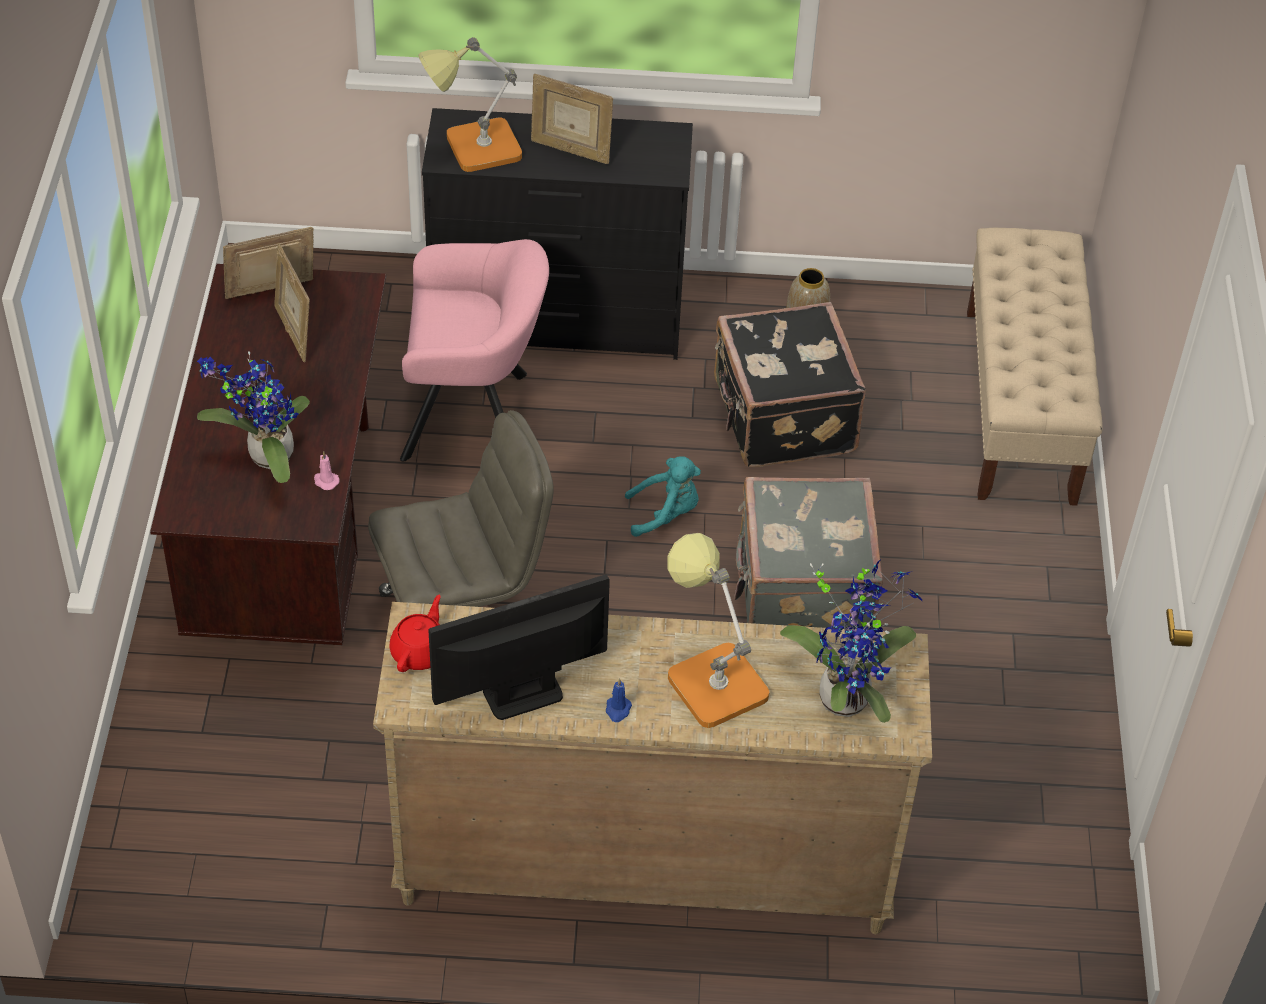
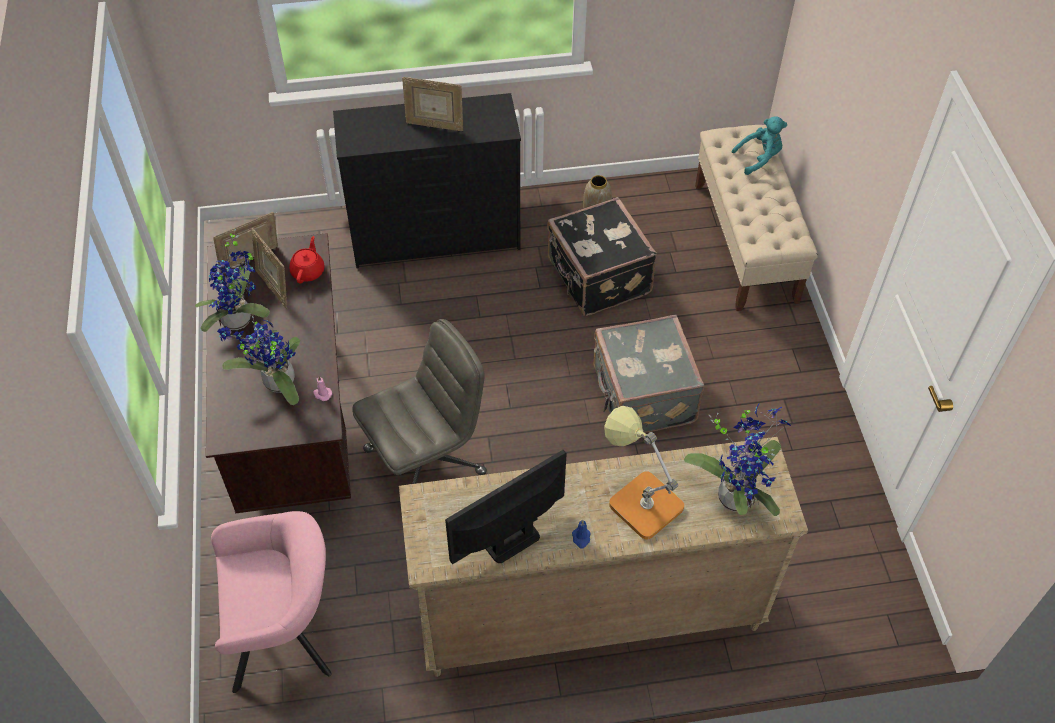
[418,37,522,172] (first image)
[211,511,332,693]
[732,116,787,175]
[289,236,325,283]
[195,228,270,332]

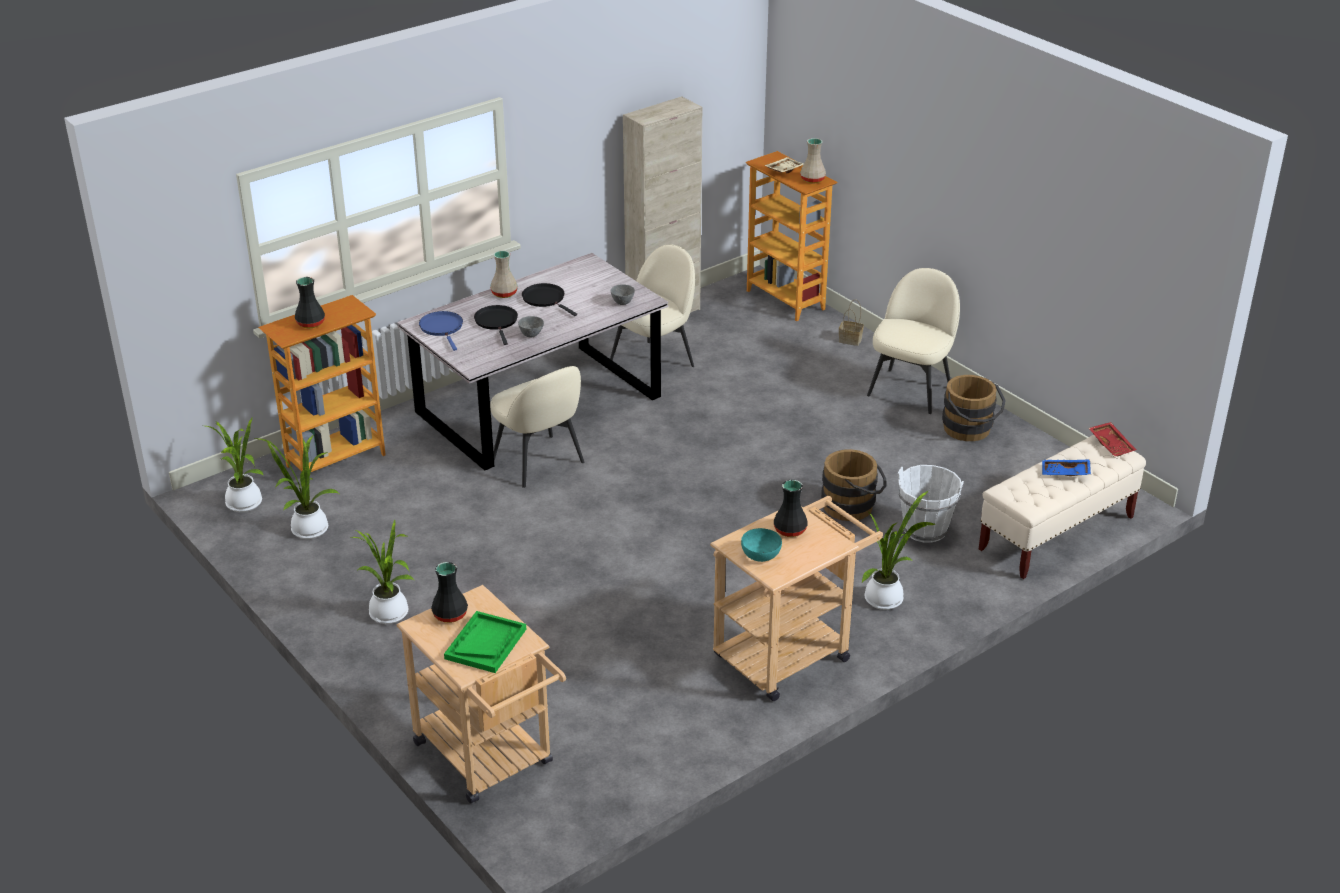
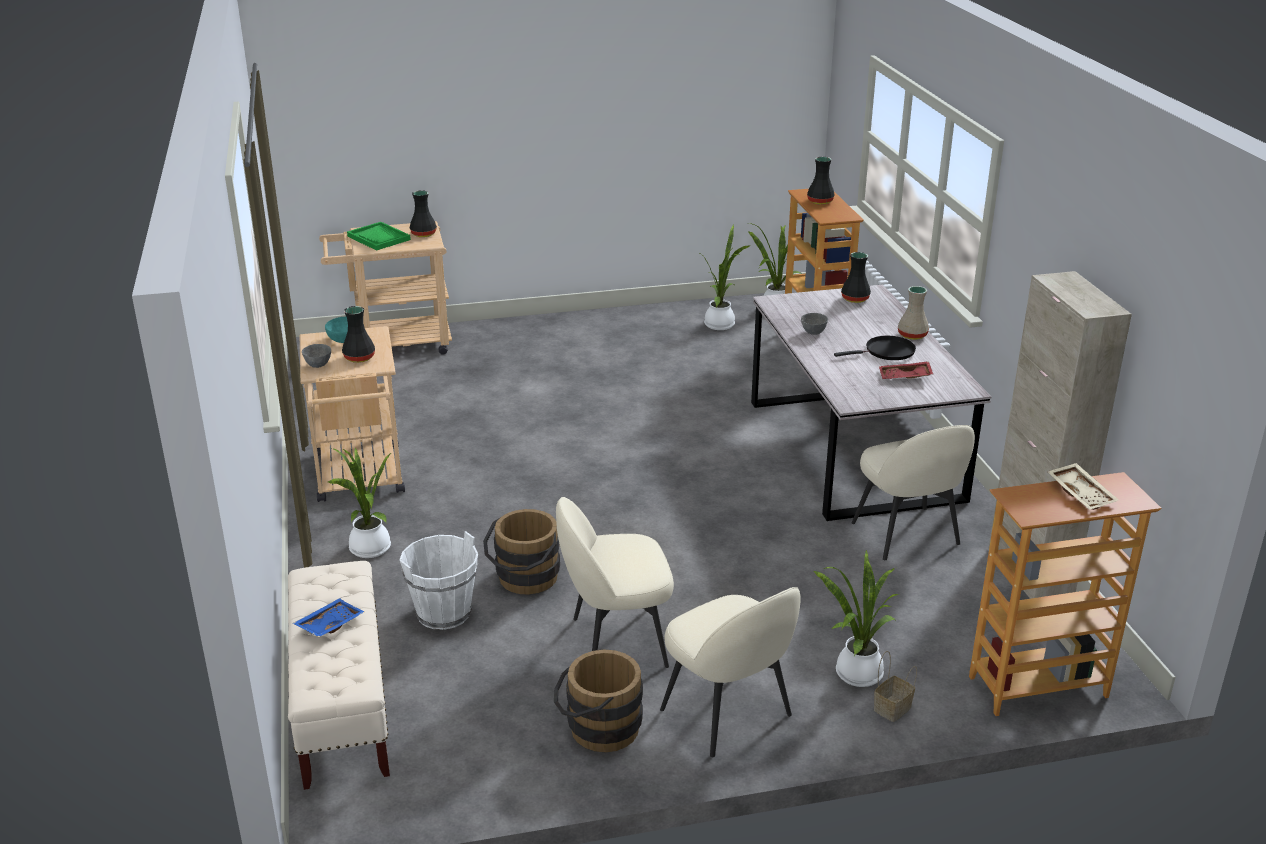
[800,138,826,183] (first image)
[302,344,331,368]
[474,305,518,345] (first image)
[841,252,871,303]
[556,497,674,668]
[879,361,933,379]
[814,549,899,687]

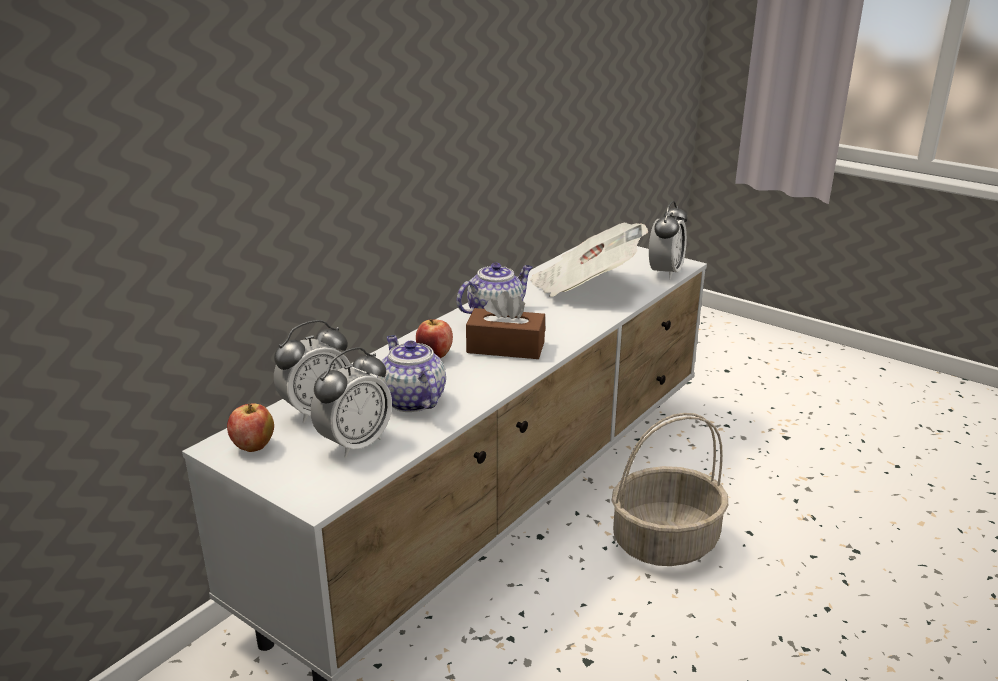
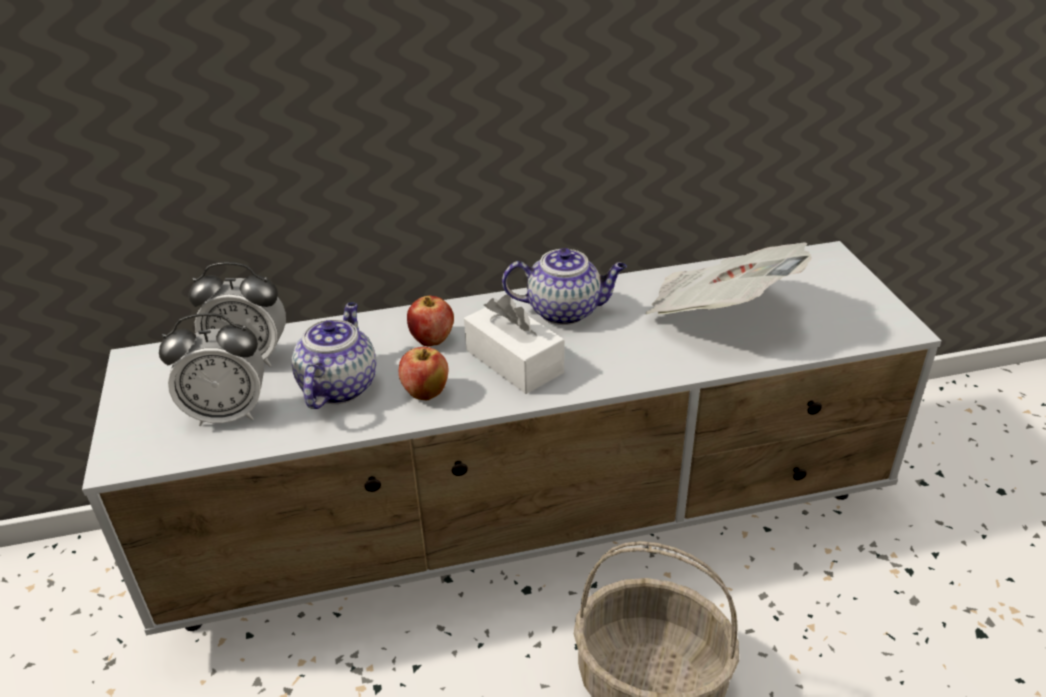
[649,201,687,280] (first image)
[464,295,564,394]
[399,347,449,400]

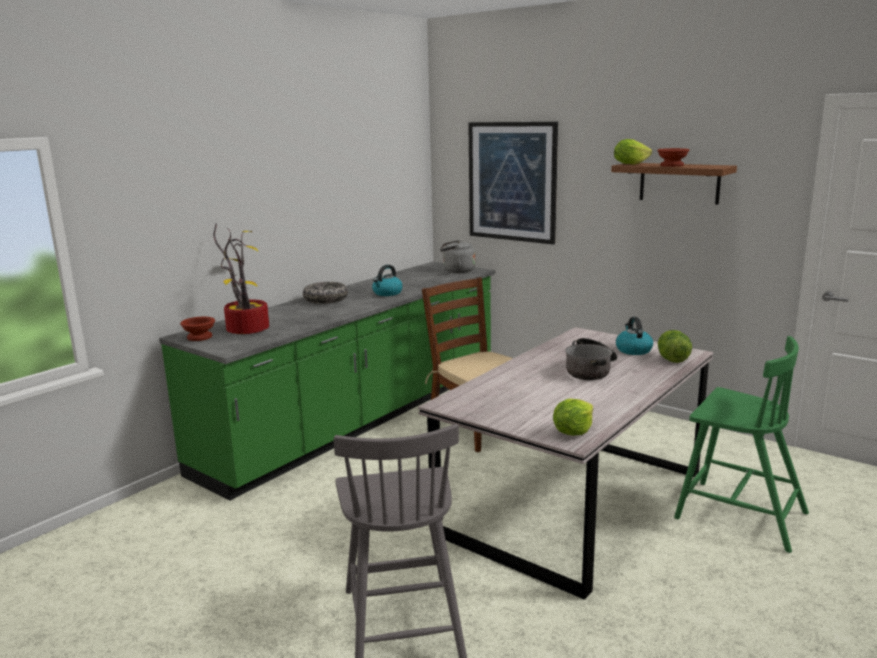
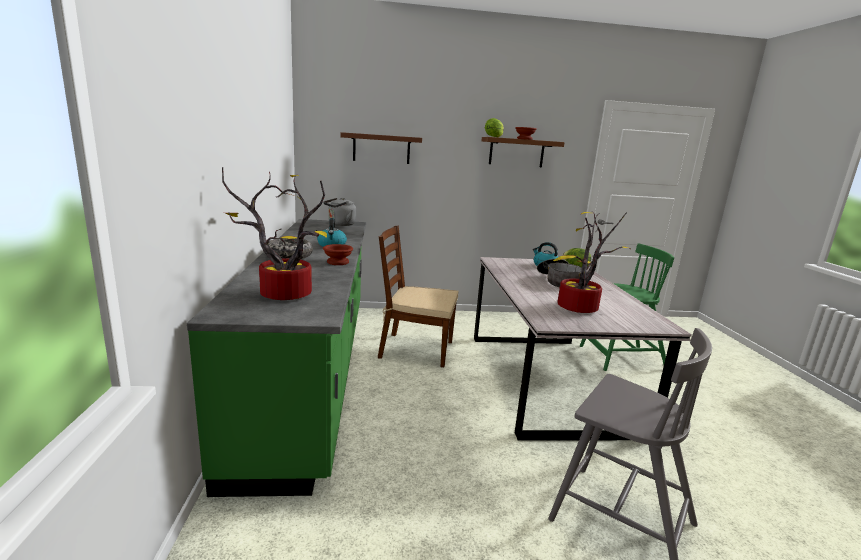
[340,132,422,164]
[323,244,353,265]
[553,399,593,436] (first image)
[553,212,631,313]

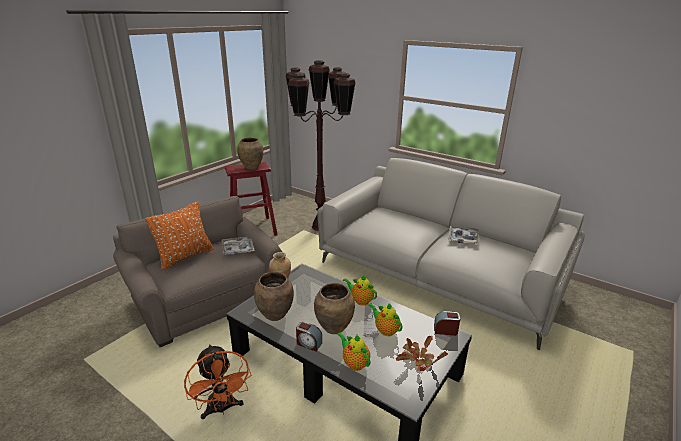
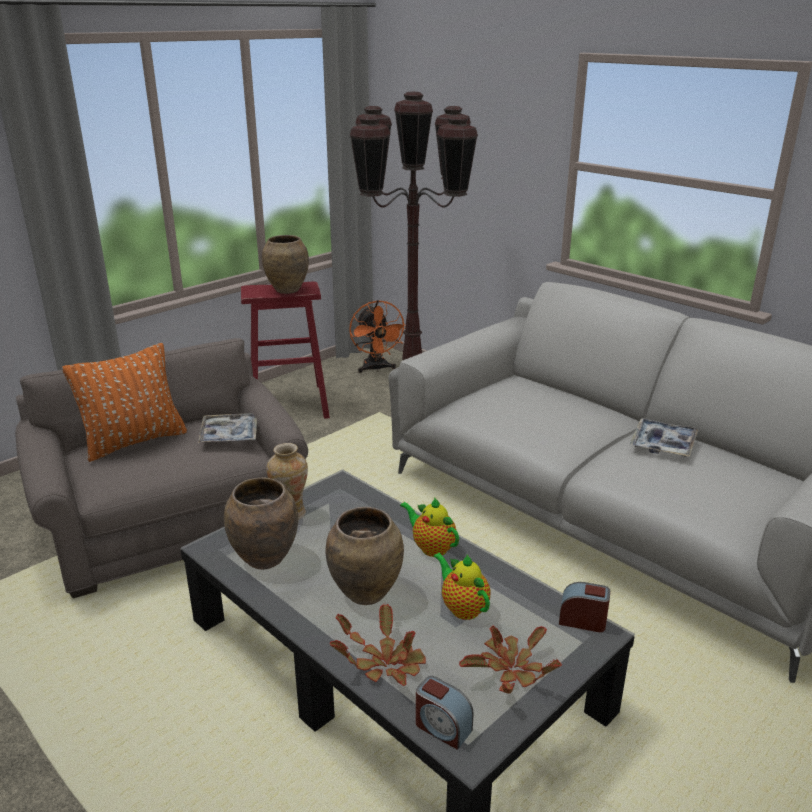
[416,676,474,750]
[330,603,426,686]
[349,300,406,373]

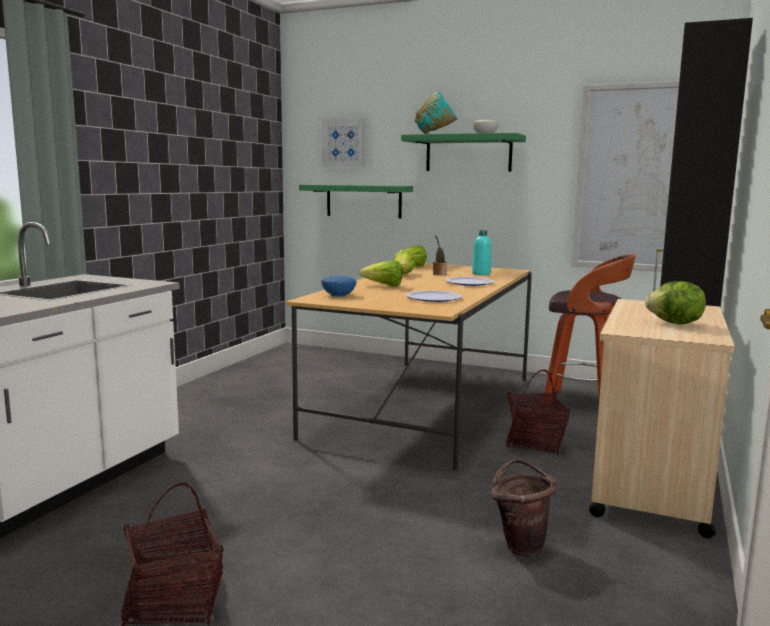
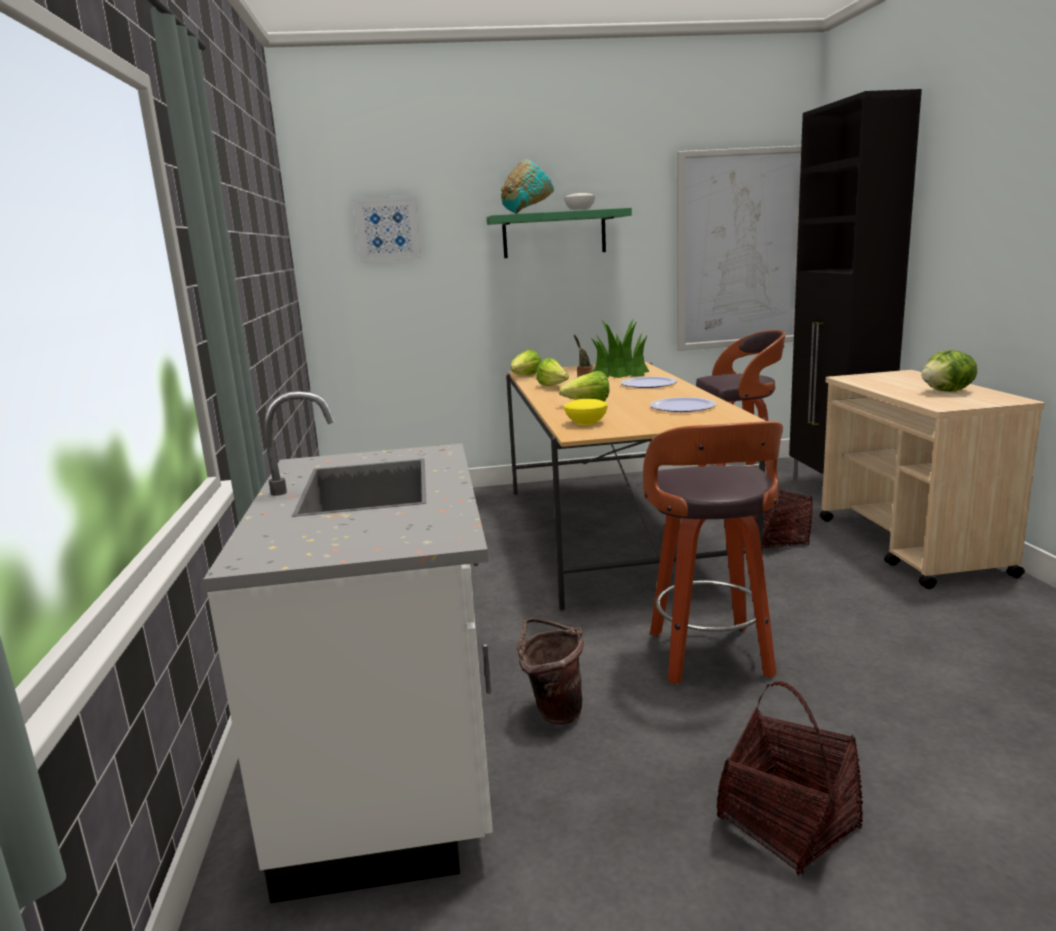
[299,185,413,218] (first image)
[591,319,650,378]
[564,399,608,426]
[517,618,584,725]
[643,421,783,685]

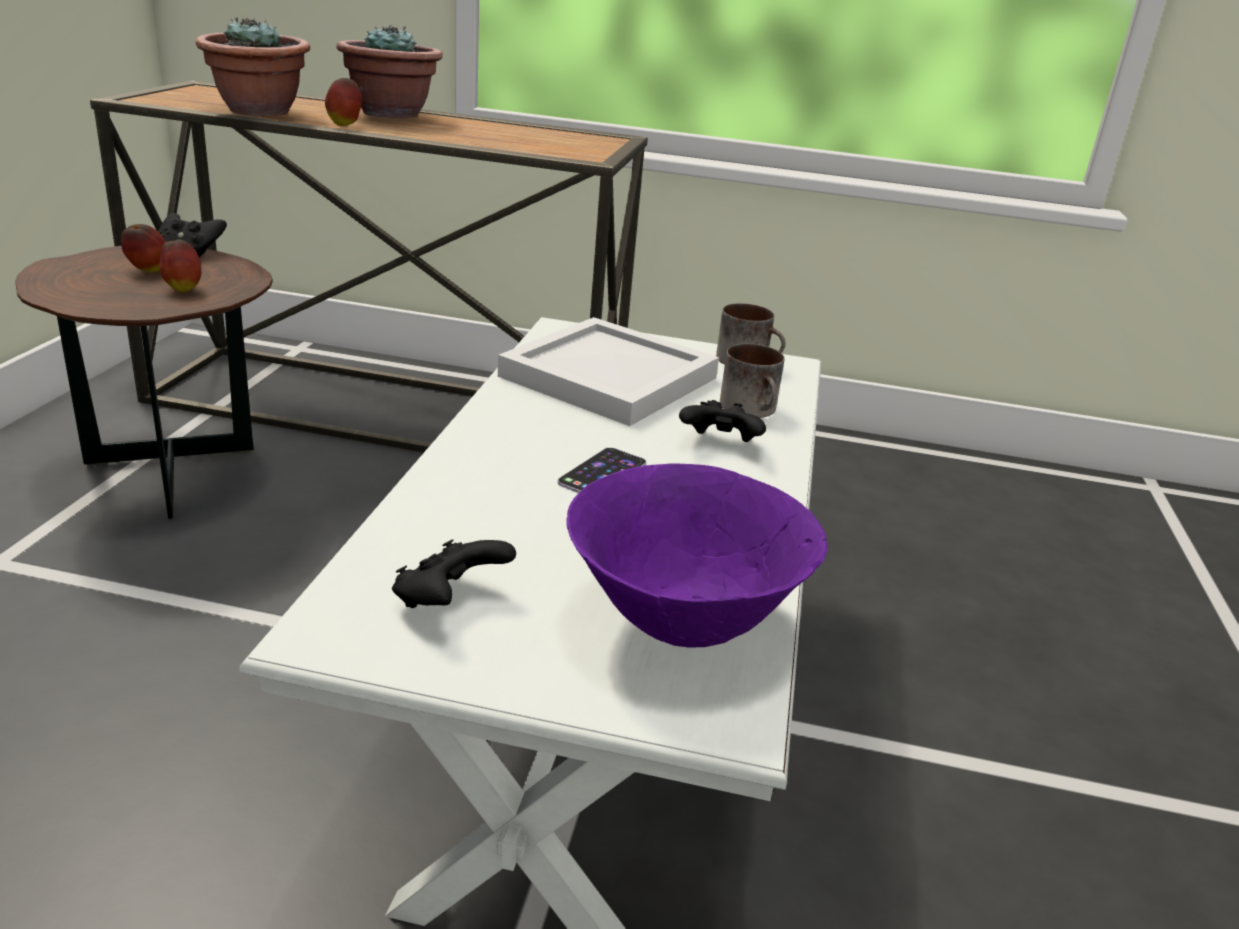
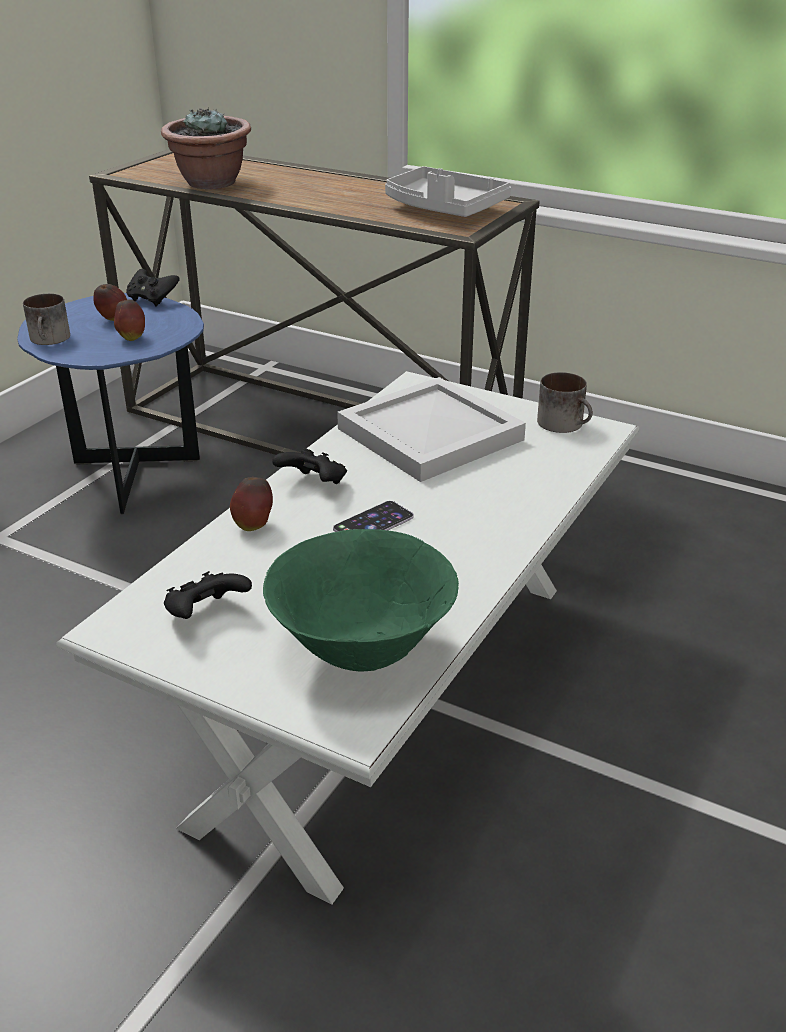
[337,24,443,119] (first image)
[230,477,273,531]
[17,293,204,515]
[23,294,70,345]
[272,449,347,484]
[263,529,459,672]
[385,166,511,217]

